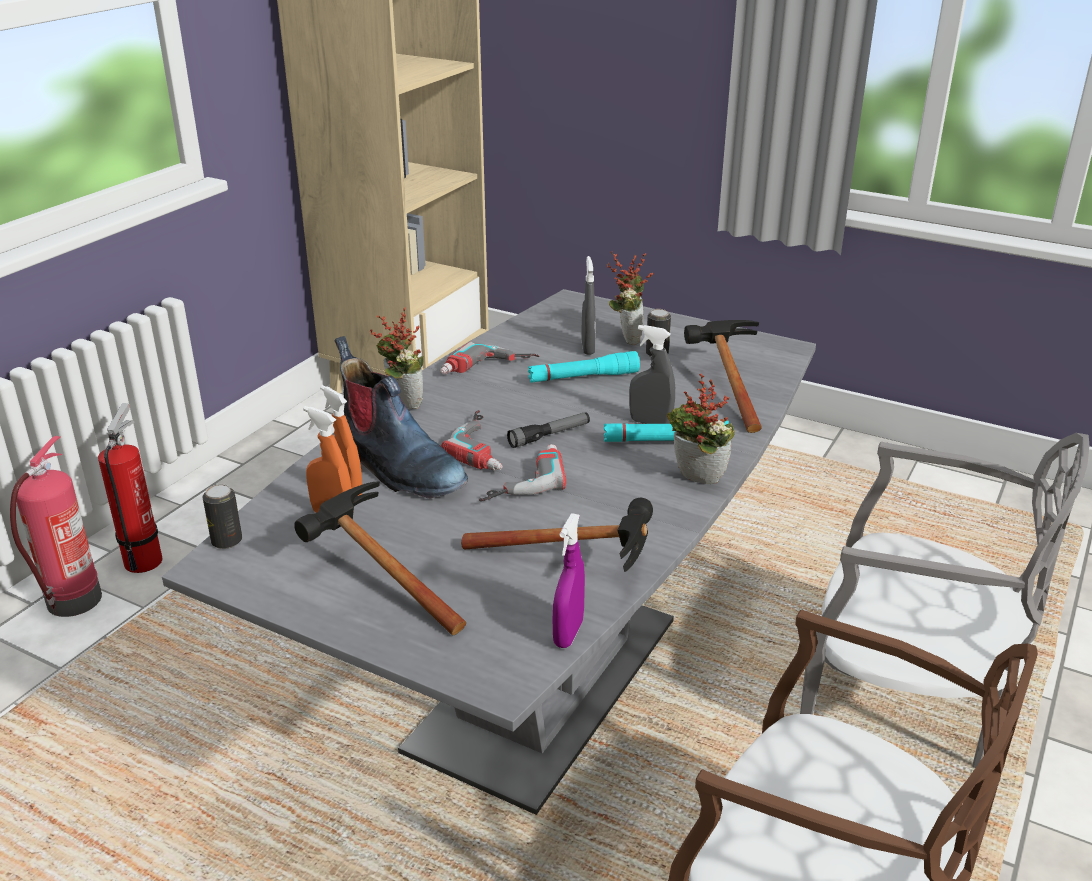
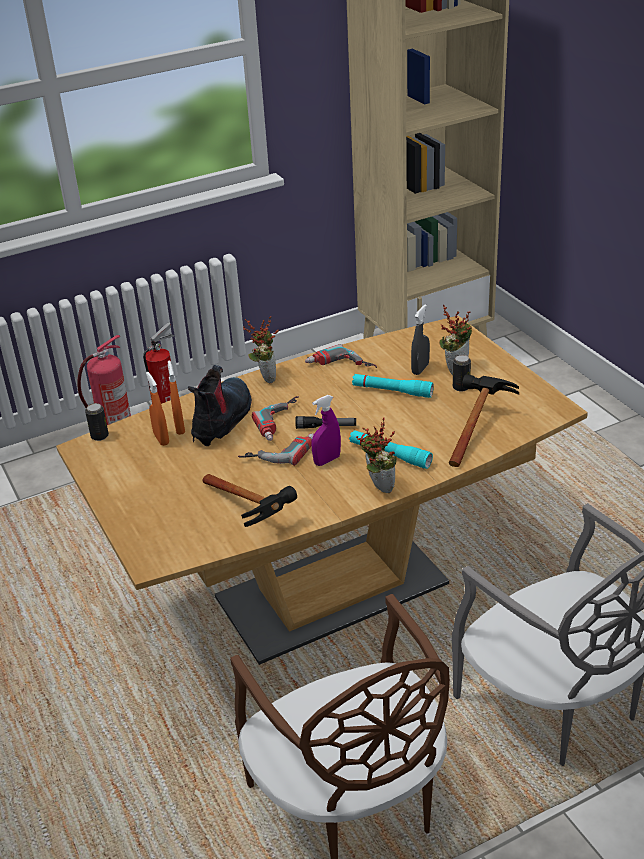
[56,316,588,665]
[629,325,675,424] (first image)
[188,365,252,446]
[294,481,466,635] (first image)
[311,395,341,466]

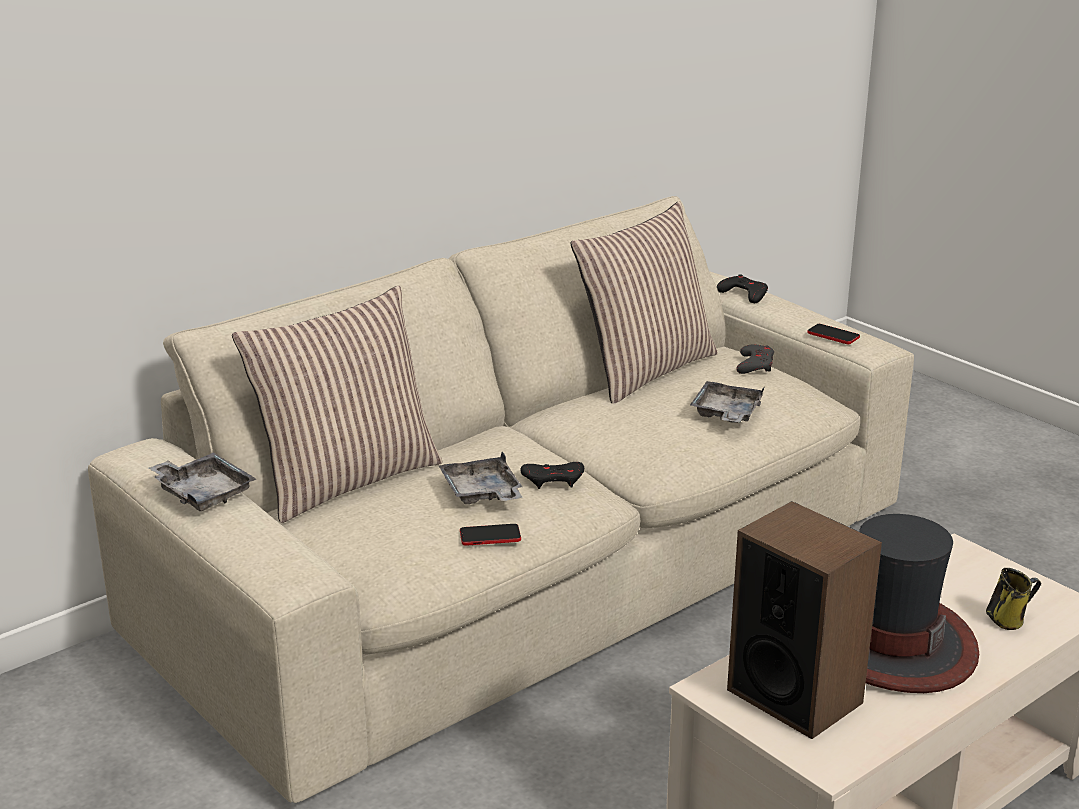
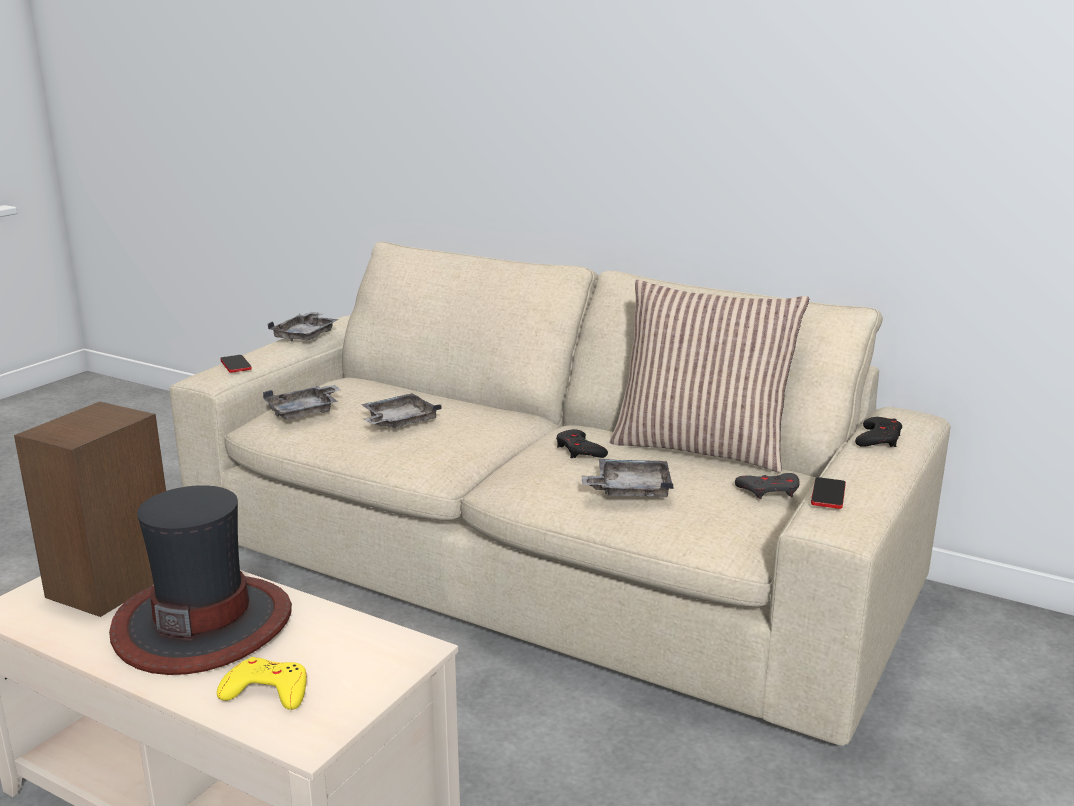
[232,286,443,523] (first image)
[556,429,608,458]
[220,355,252,373]
[217,657,307,710]
[263,385,340,420]

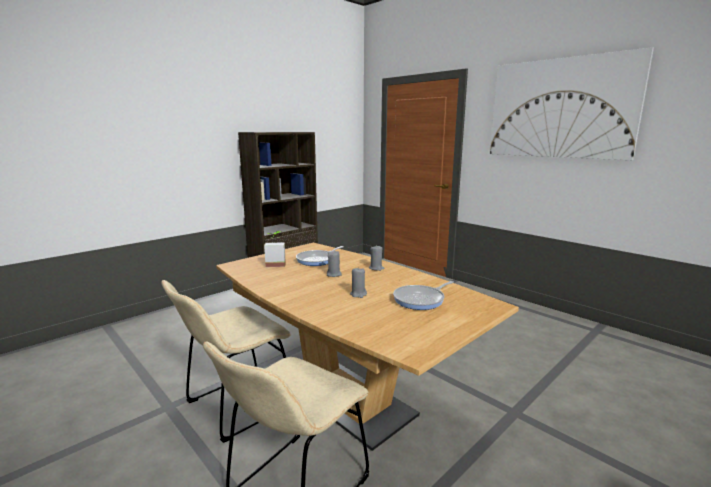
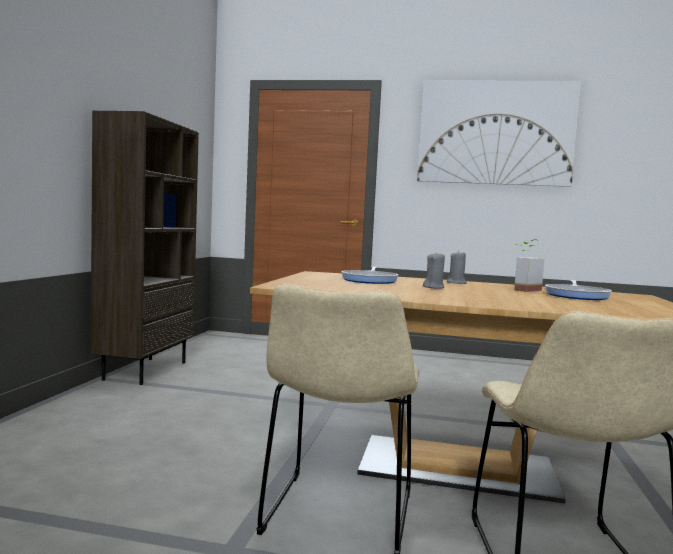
[514,239,544,292]
[350,267,367,298] (first image)

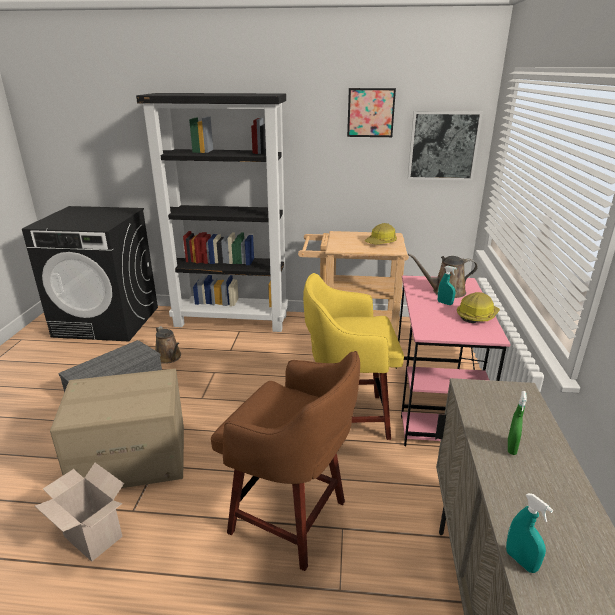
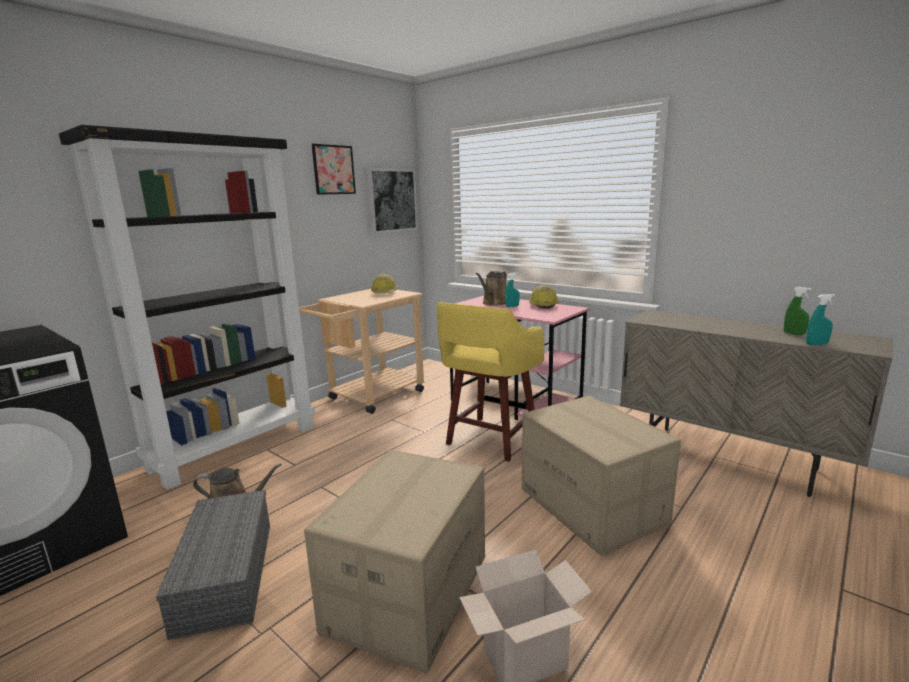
[522,395,681,556]
[784,287,811,335]

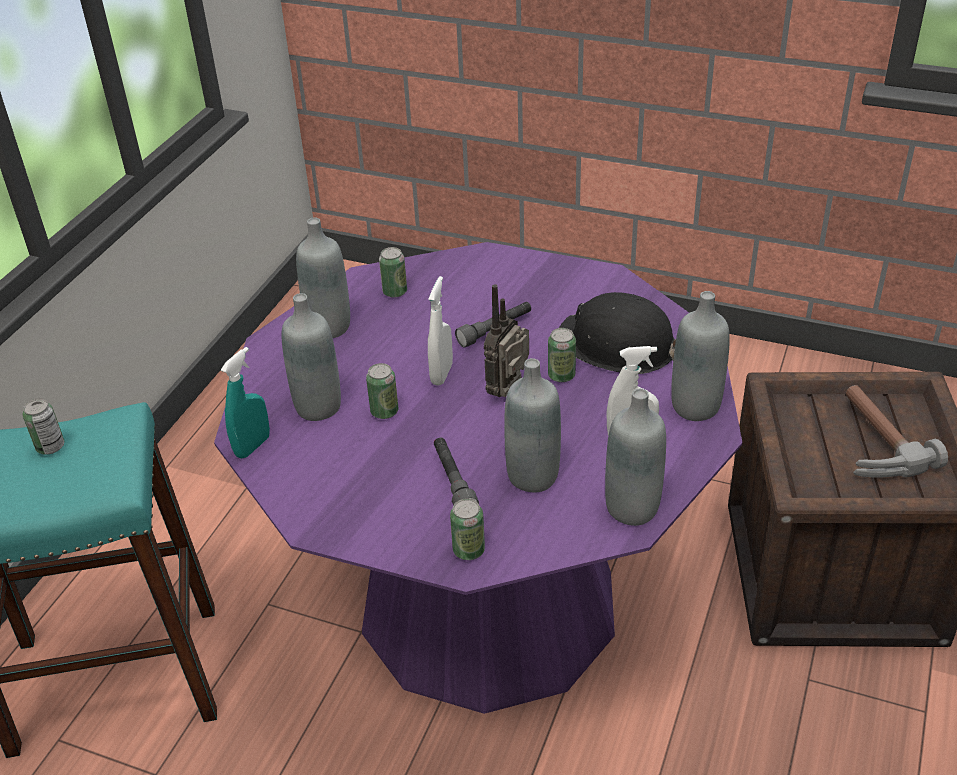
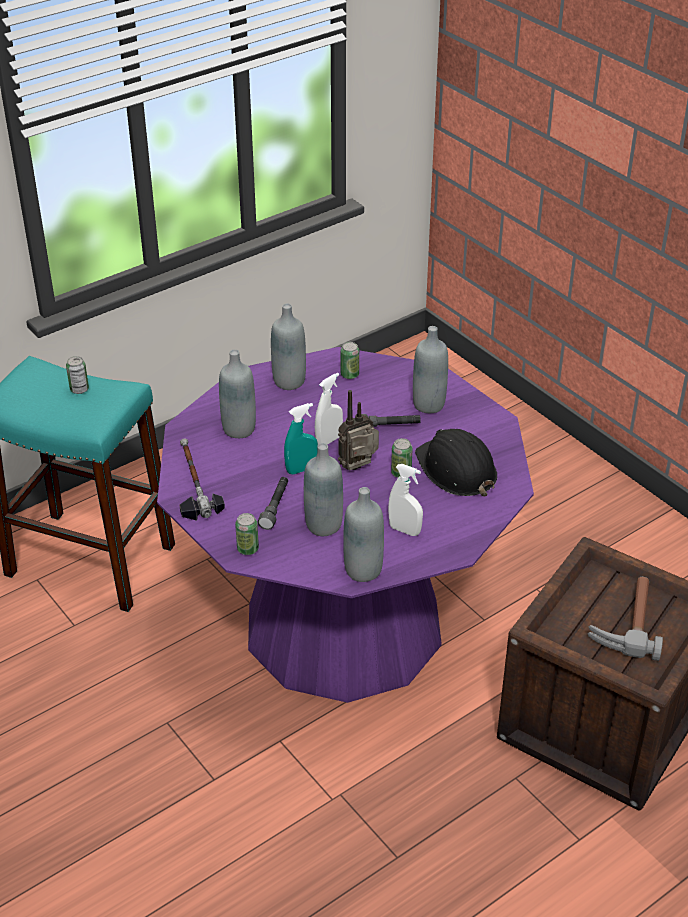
[413,326,448,413]
[284,403,318,474]
[366,363,398,419] (first image)
[180,438,225,521]

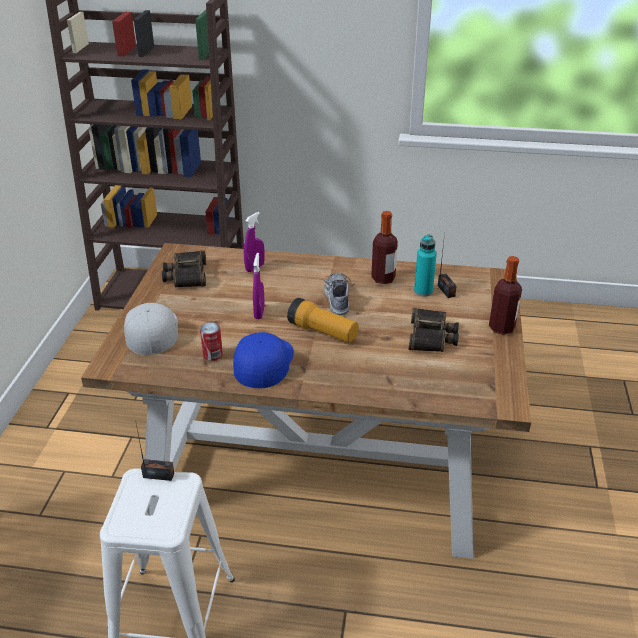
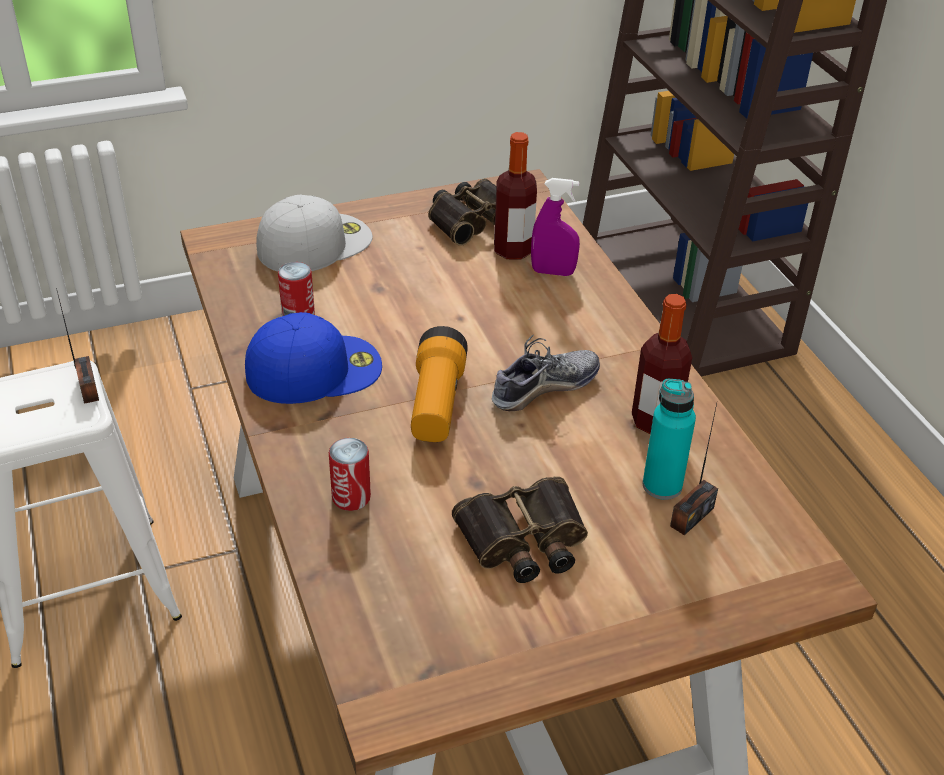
[253,253,265,319] (first image)
[494,132,537,260]
[329,438,371,511]

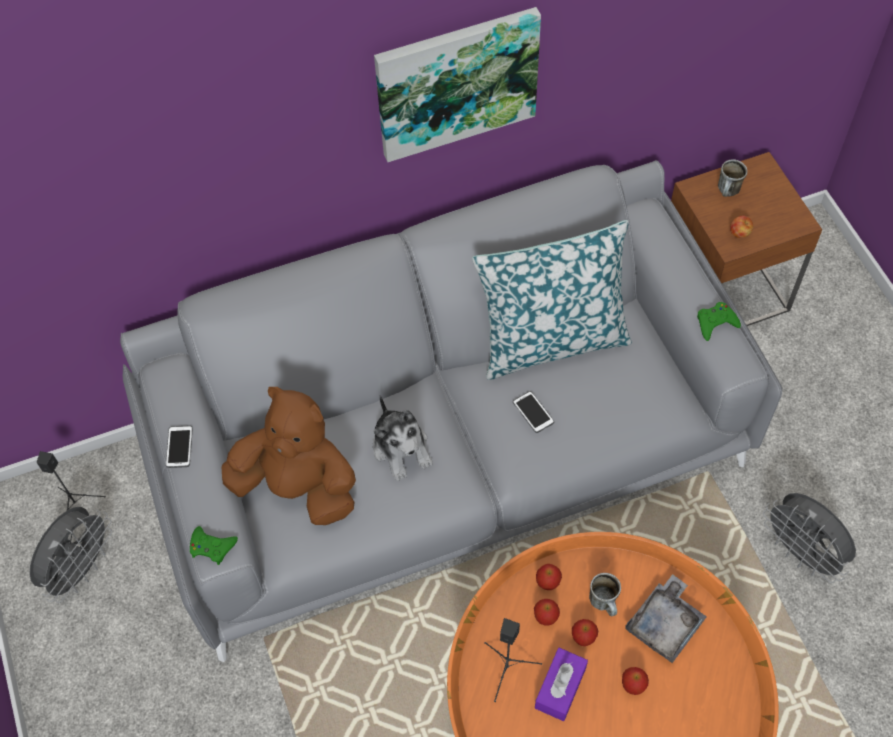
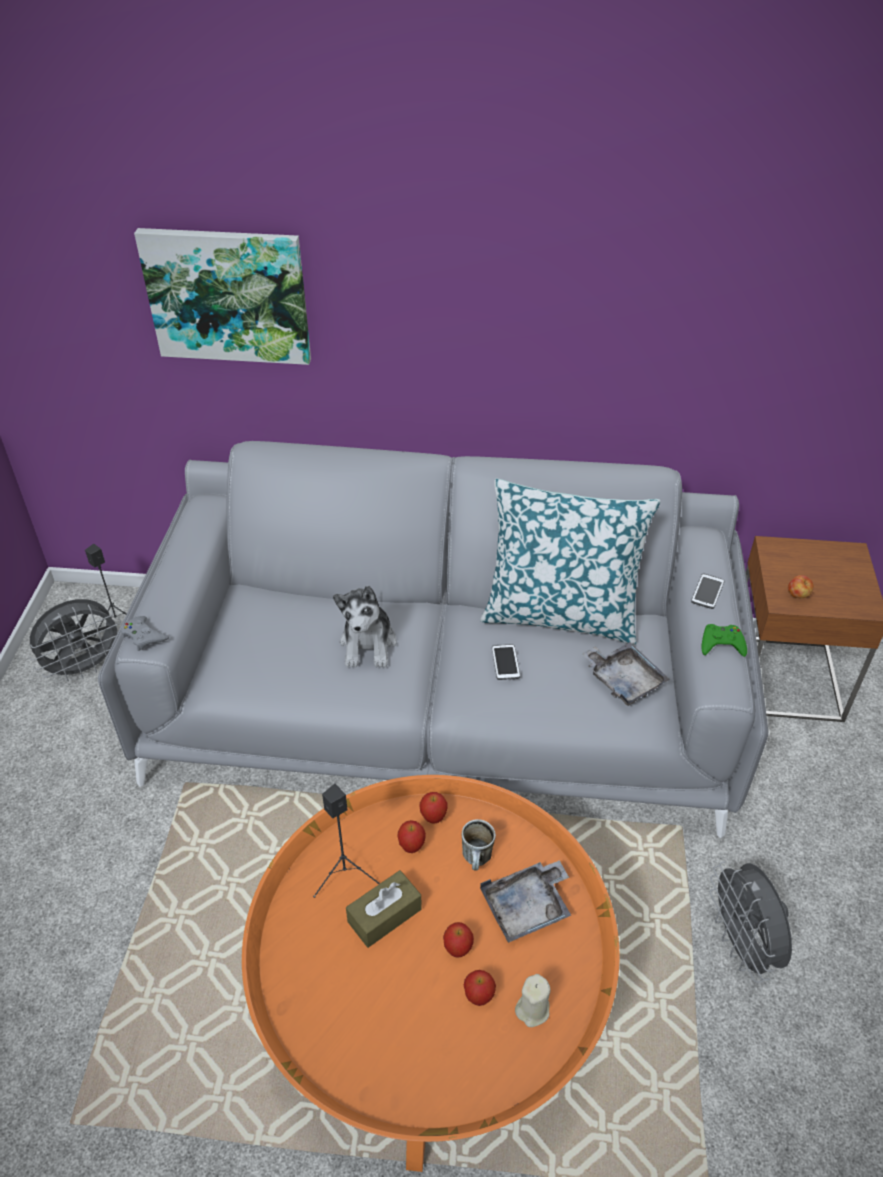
[134,228,311,365]
[718,160,748,197] (first image)
[221,387,356,525] (first image)
[691,573,724,609]
[121,616,169,651]
[464,970,496,1006]
[346,870,422,948]
[582,642,670,706]
[515,974,551,1027]

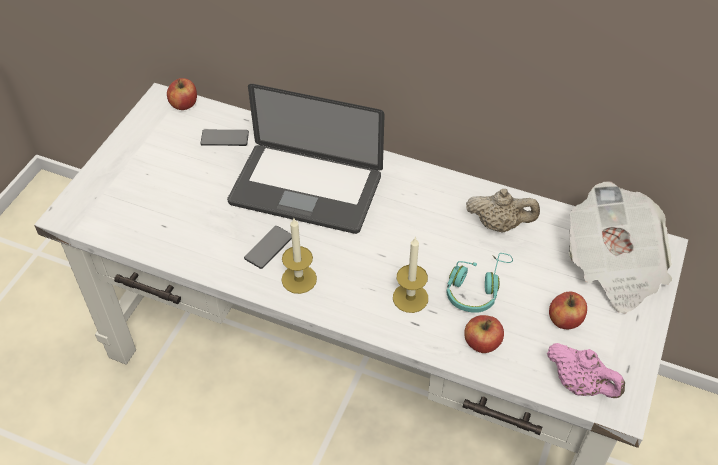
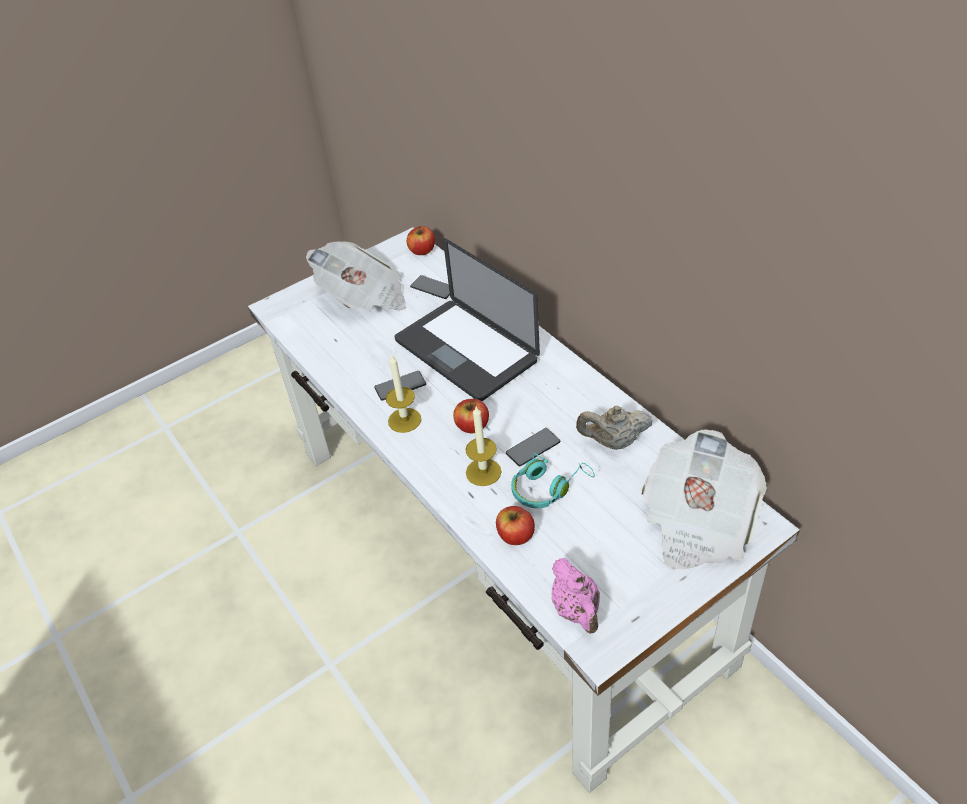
[576,405,653,450]
[453,399,489,434]
[306,241,406,311]
[506,428,560,466]

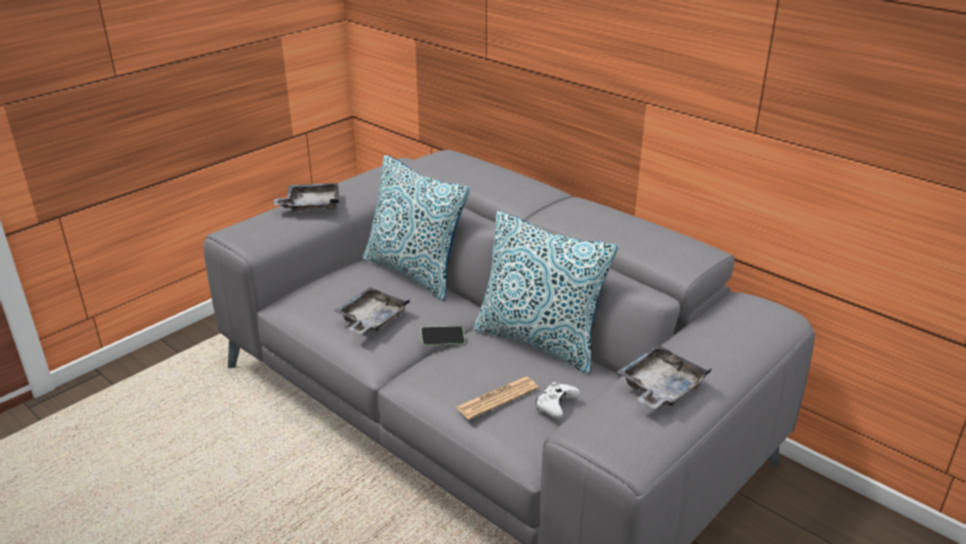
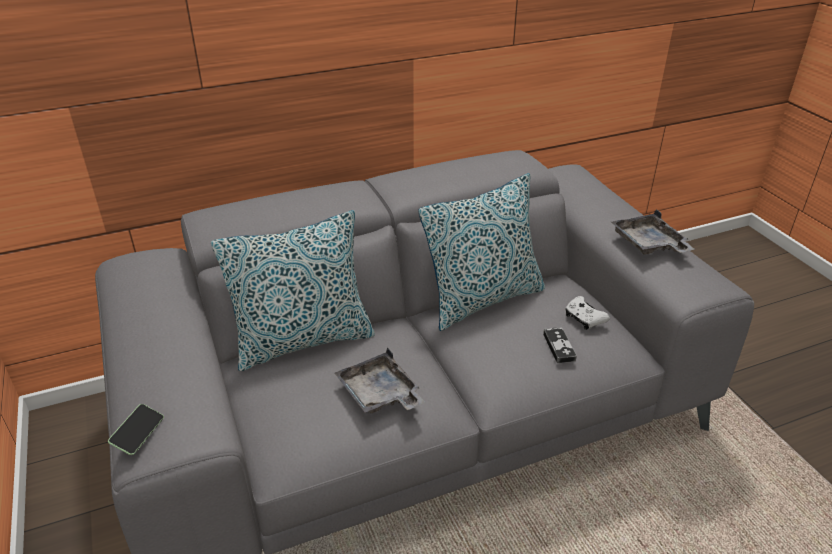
[274,183,339,211] (first image)
[108,404,164,455]
[543,327,577,363]

